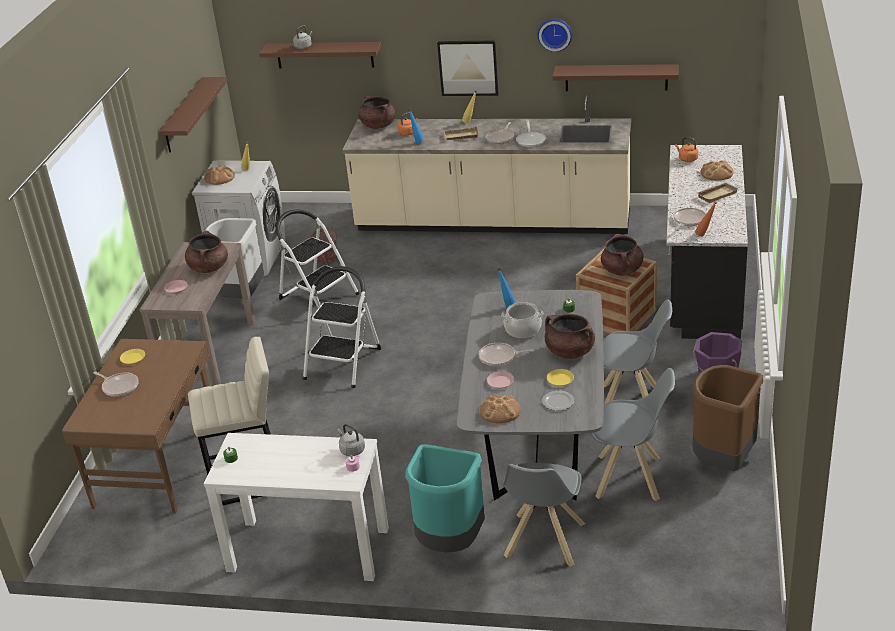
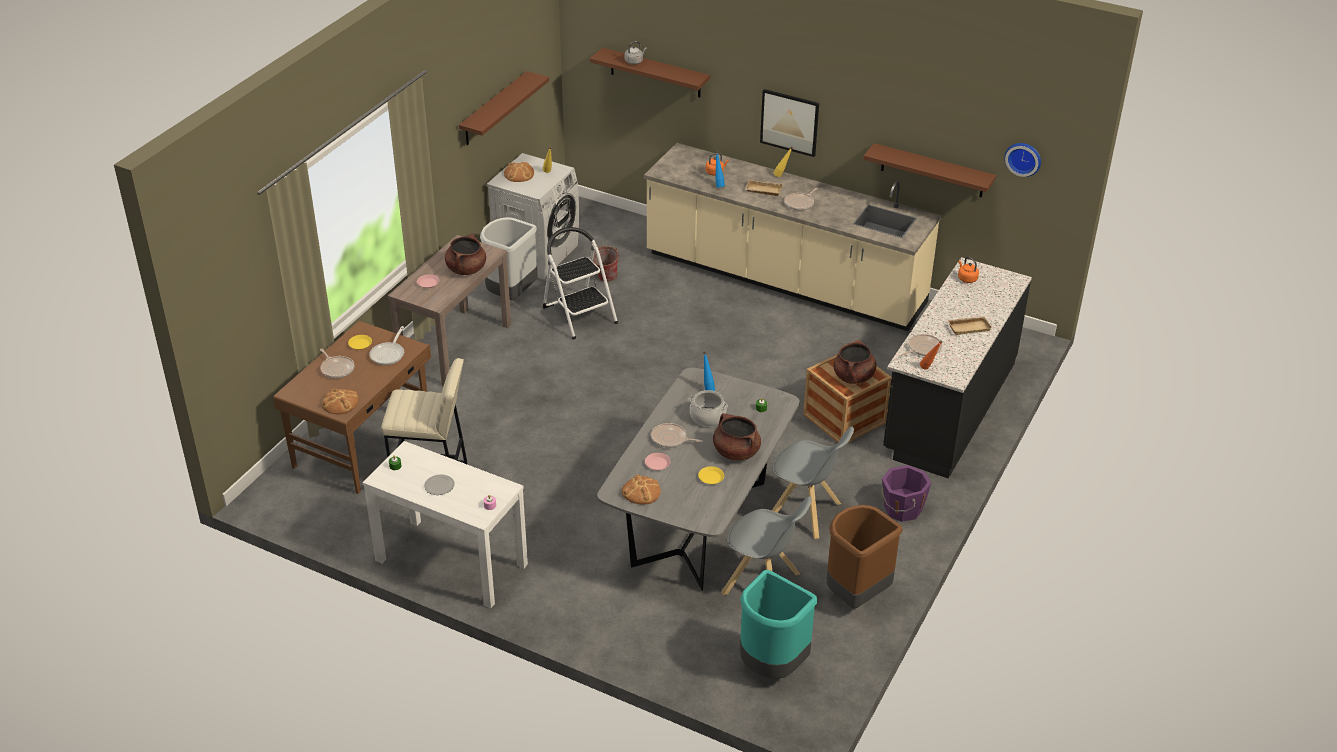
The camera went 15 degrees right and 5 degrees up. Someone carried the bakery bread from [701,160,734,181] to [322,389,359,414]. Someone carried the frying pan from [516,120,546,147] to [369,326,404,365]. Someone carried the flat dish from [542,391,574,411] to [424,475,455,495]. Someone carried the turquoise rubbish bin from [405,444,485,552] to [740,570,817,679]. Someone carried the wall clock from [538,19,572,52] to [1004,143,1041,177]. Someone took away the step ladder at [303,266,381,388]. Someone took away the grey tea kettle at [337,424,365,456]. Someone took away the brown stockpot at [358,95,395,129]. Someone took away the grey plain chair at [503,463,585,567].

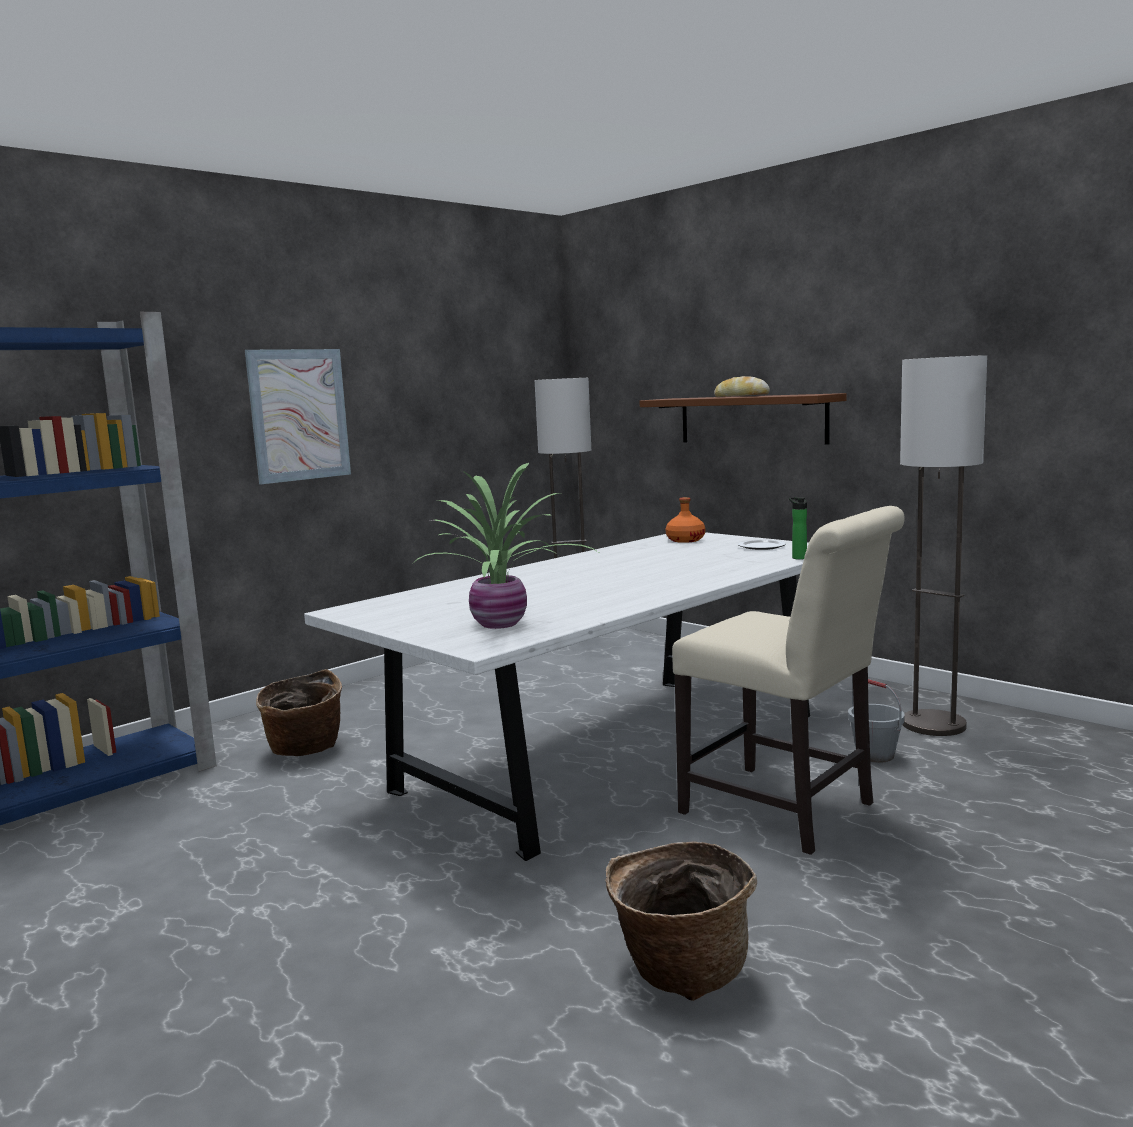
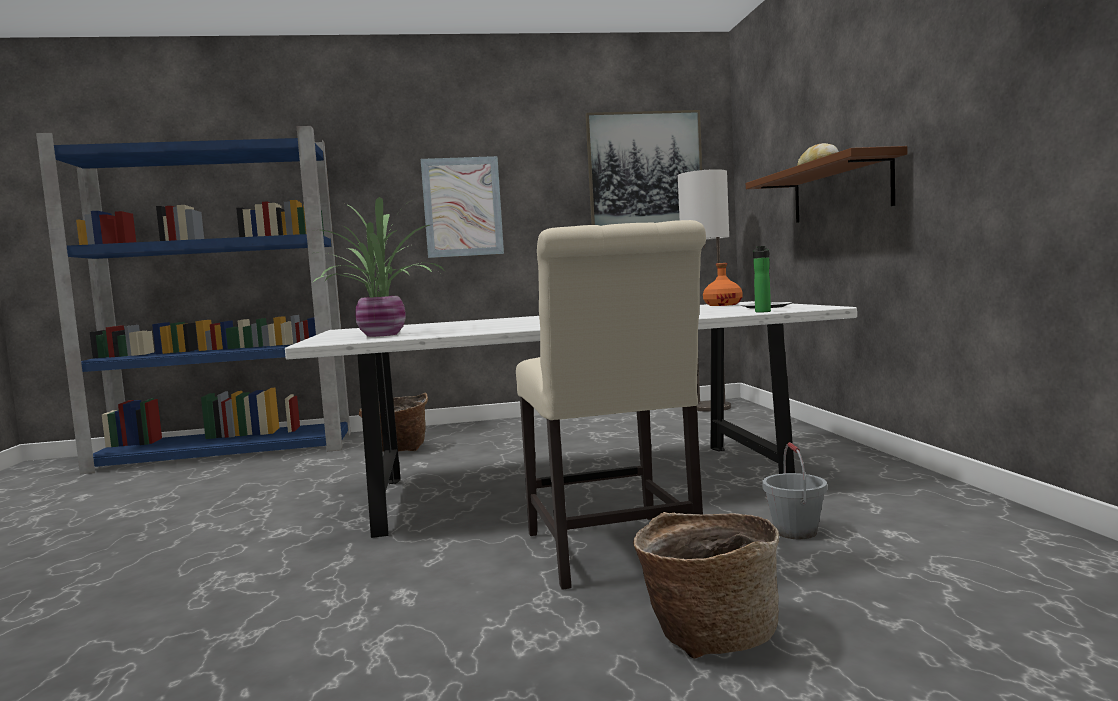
The camera went 35 degrees right and 5 degrees down. Someone put up the wall picture at [585,110,702,226]. Someone carried the household basket from [605,841,757,1001] to [633,512,779,659]. Someone took away the standard lamp at [900,355,987,736].

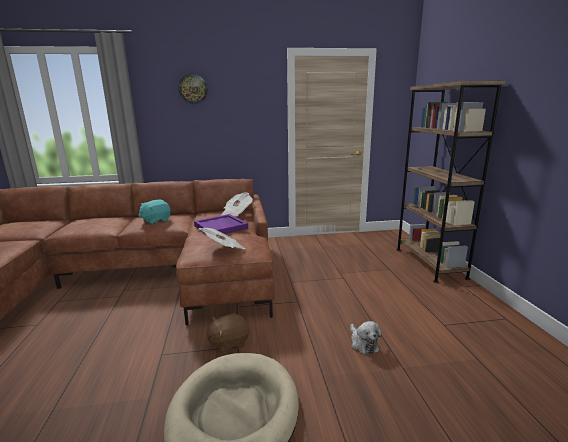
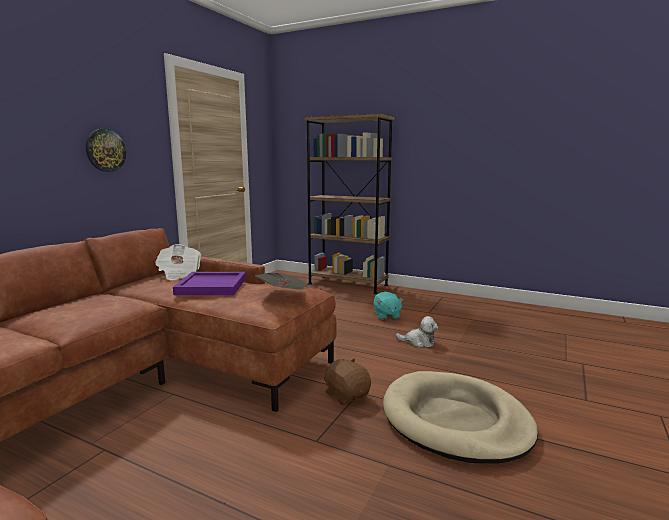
The camera went 55 degrees left and 5 degrees down. Someone carried the wall clock from [178,74,208,104] to [86,129,126,172]. Someone rotated the brown plush toy at [205,313,249,353] by 135 degrees clockwise. Someone carried the turquoise plush toy from [138,199,170,225] to [373,292,403,320].

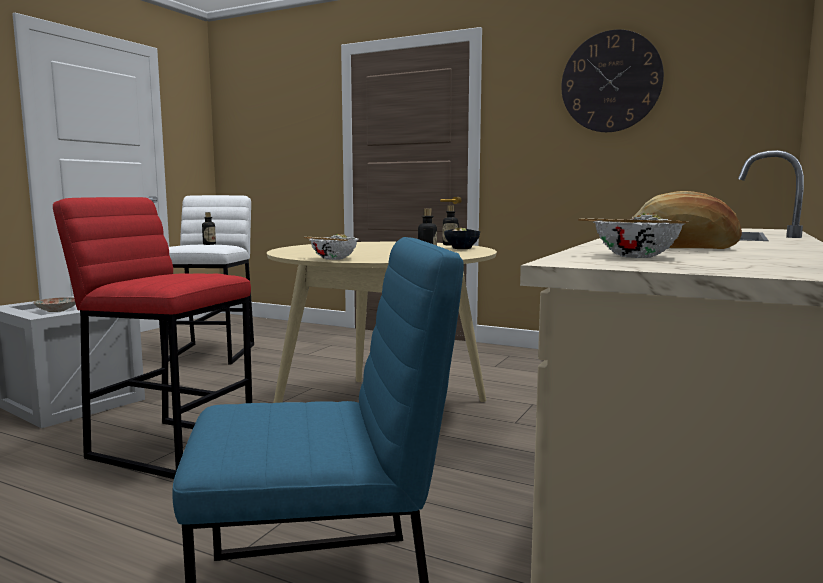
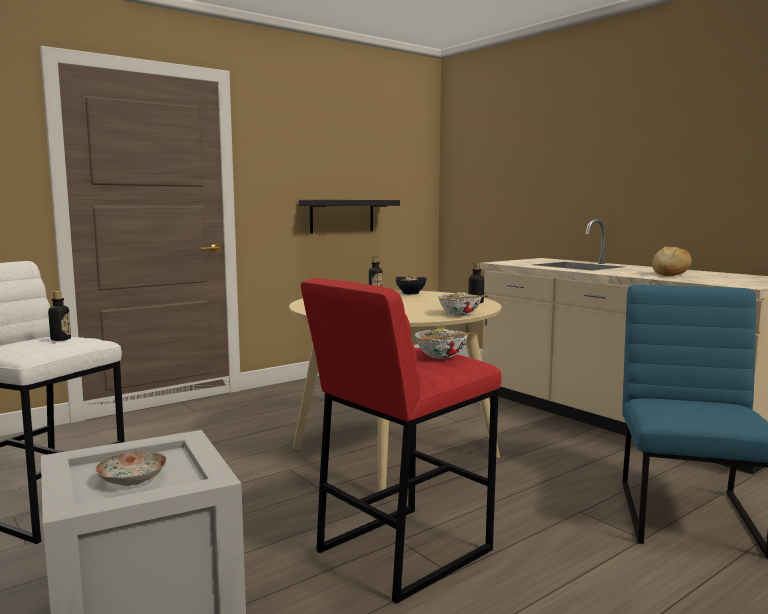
The camera went 65 degrees left and 0 degrees up. Someone put up the blackish wall shelf at [299,200,400,234]. Someone carried the deep dish from [578,213,689,258] to [414,328,475,359]. Someone took away the wall clock at [561,29,664,132].

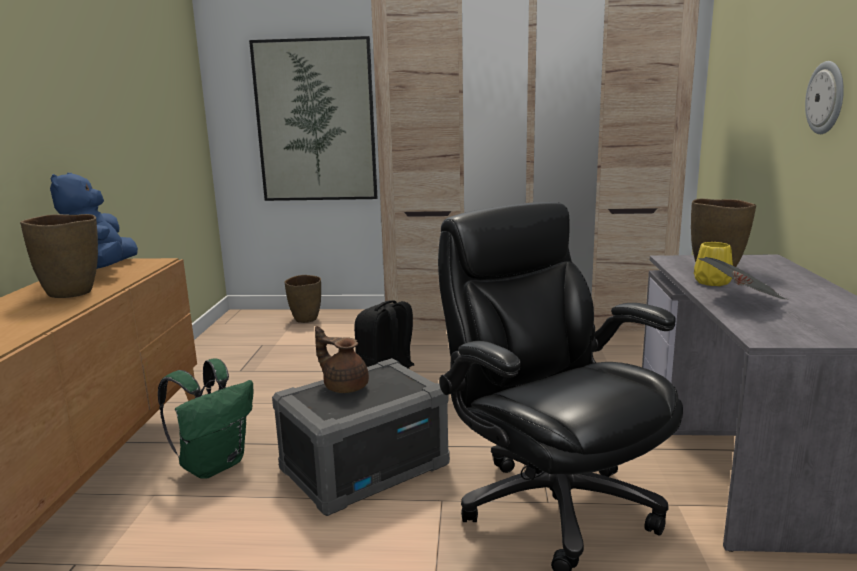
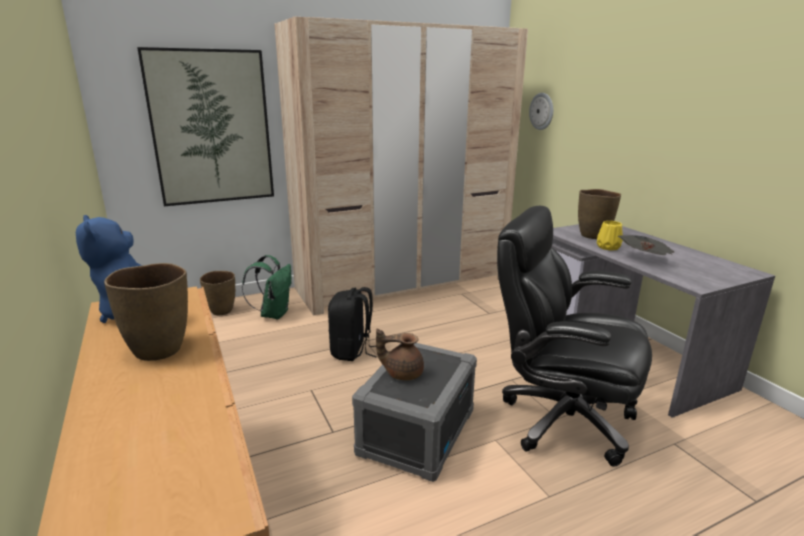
The camera went 30 degrees left and 5 degrees up. Someone carried the green rucksack from [158,359,254,479] to [242,255,292,319]. Someone carried the wall clock from [805,61,844,134] to [529,93,553,130].

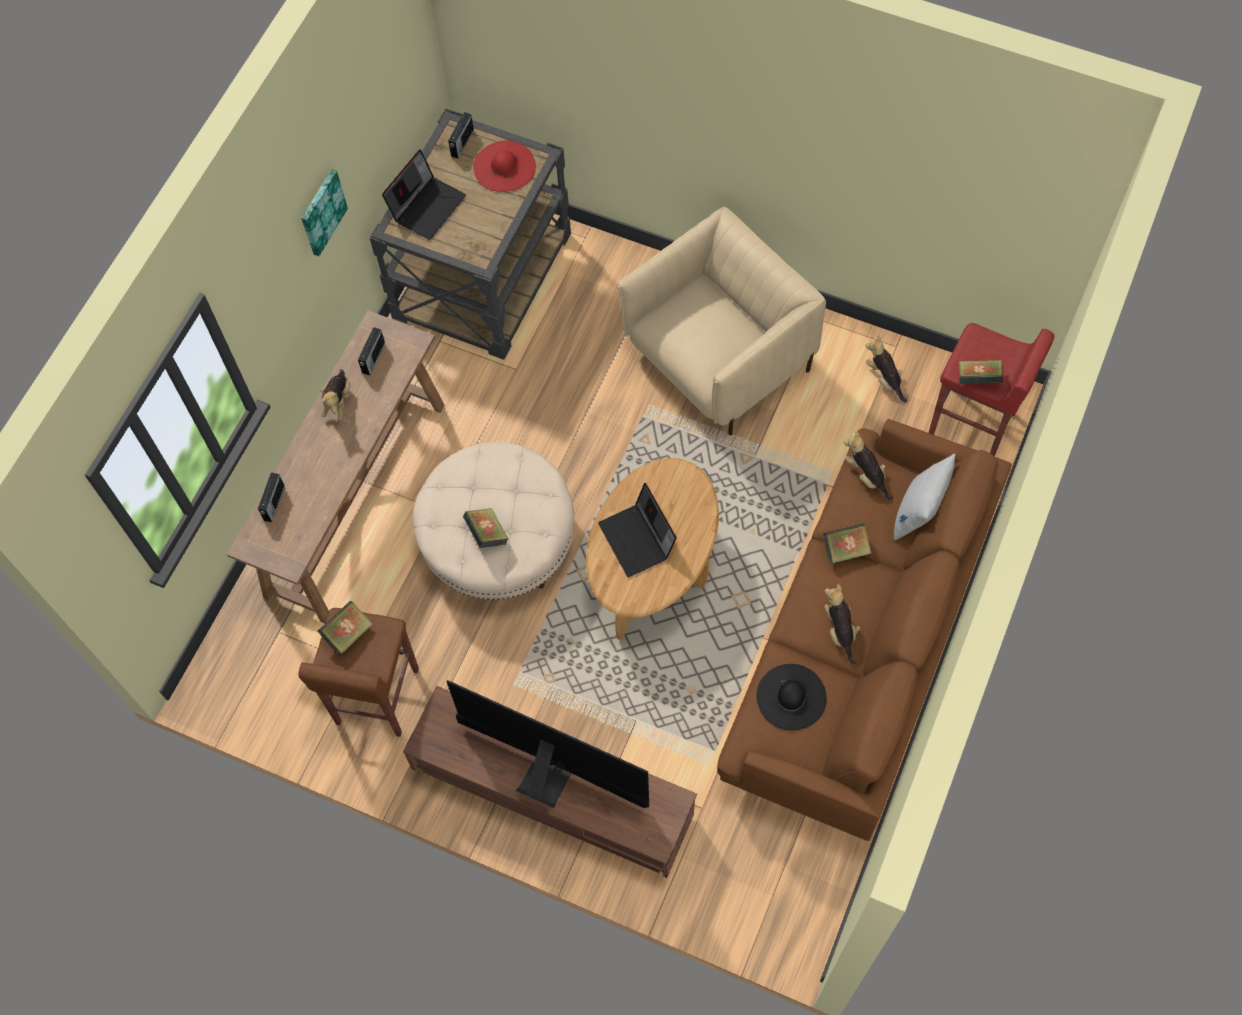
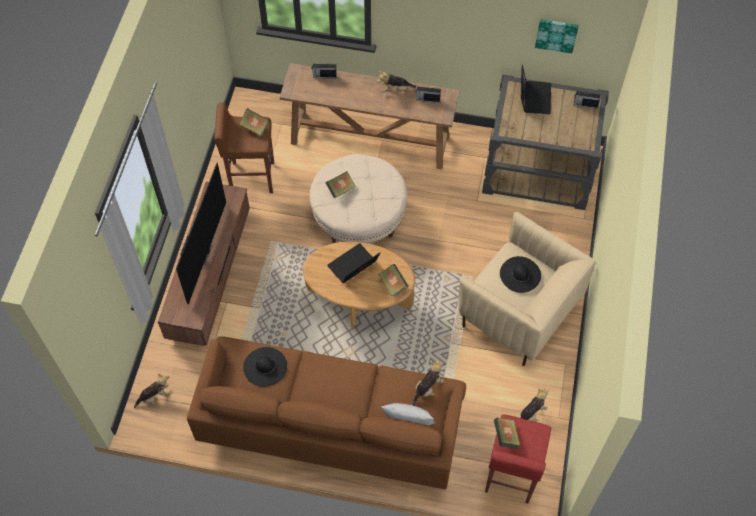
The camera went 75 degrees right and 5 degrees down. Someone carried the plush toy from [824,584,860,664] to [134,373,171,408]. Someone carried the volume from [823,524,872,564] to [378,264,408,297]. Someone put down the blackish wearable hat at [500,256,541,293]. Someone rotated the notebook computer at [382,149,466,240] by 105 degrees counterclockwise. Someone carried the wall picture from [301,169,348,256] to [535,19,579,53]. Someone took away the reddish wearable hat at [473,140,536,192].

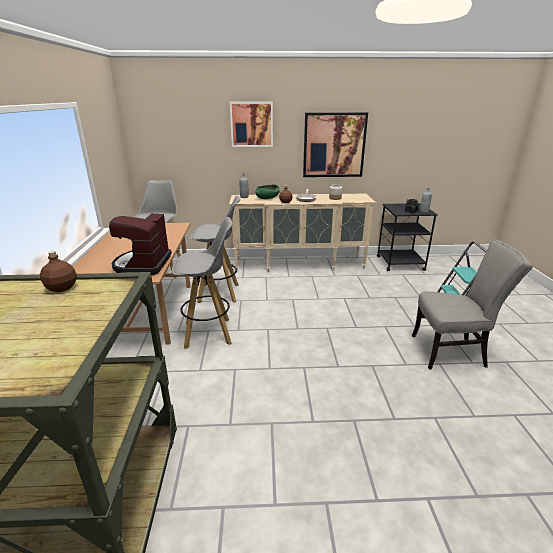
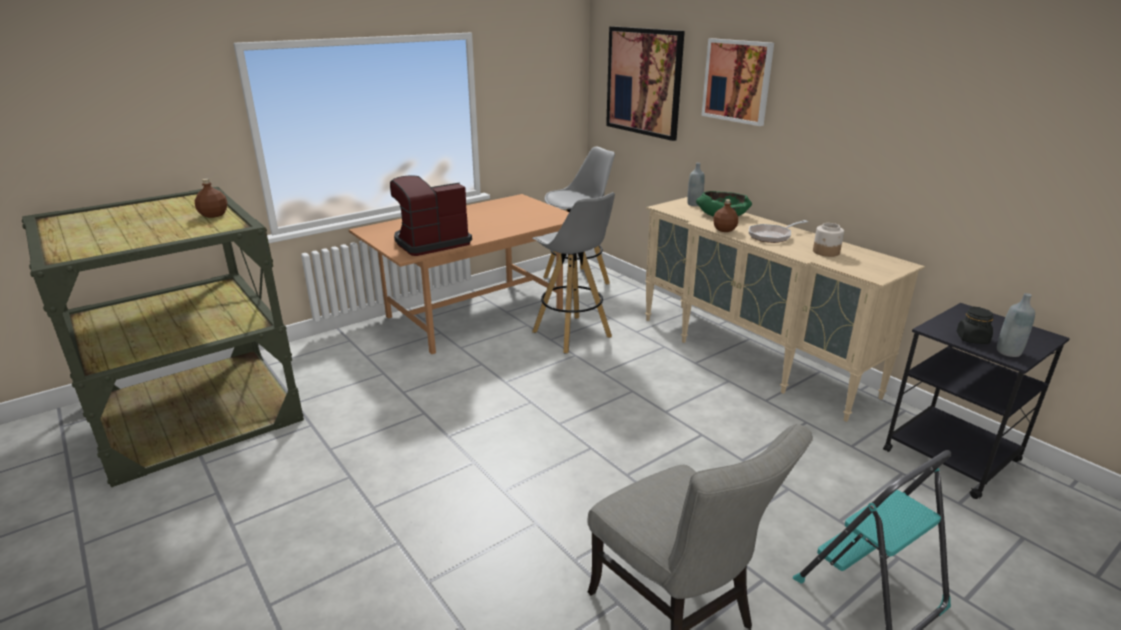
The camera went 55 degrees right and 0 degrees up. Someone carried the wall picture from [303,112,368,177] to [606,26,685,141]. Someone took away the grey stool at [172,217,233,349].

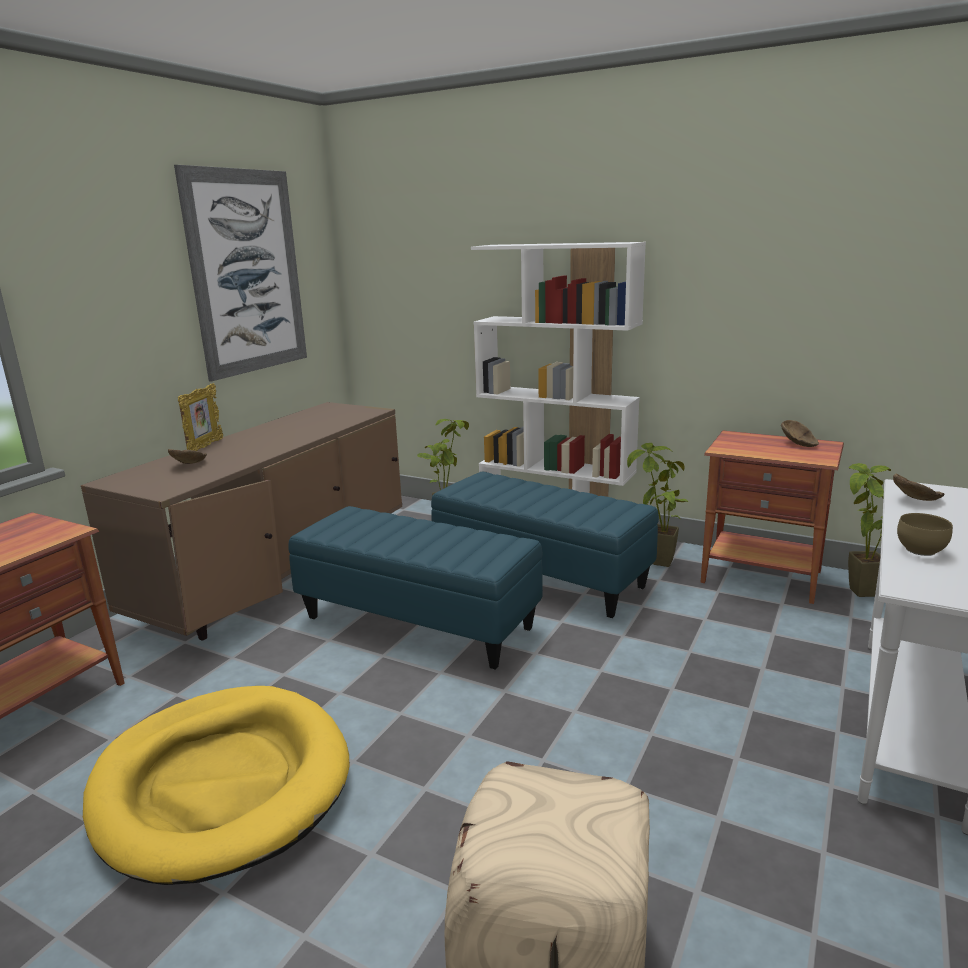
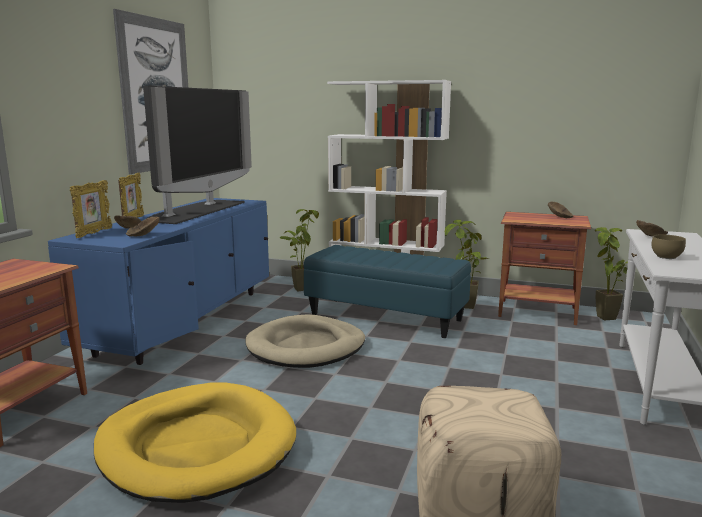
The camera went 10 degrees left and 5 degrees down. Someone repainted the brown tv unit at [81,402,402,641], which became the blue tv unit at [48,198,269,365]. Someone put down the photo frame at [70,180,112,238]. Someone put down the brown deep dish at [126,217,159,237]. Someone put down the TV set at [143,86,252,224]. Someone swapped the blue ottoman at [288,506,543,670] for the sand-coloured dog cushion at [245,314,365,368].

